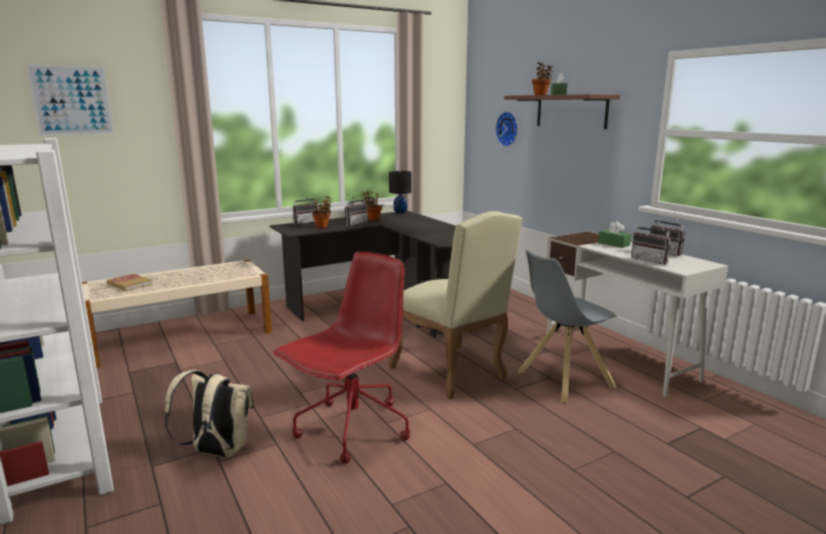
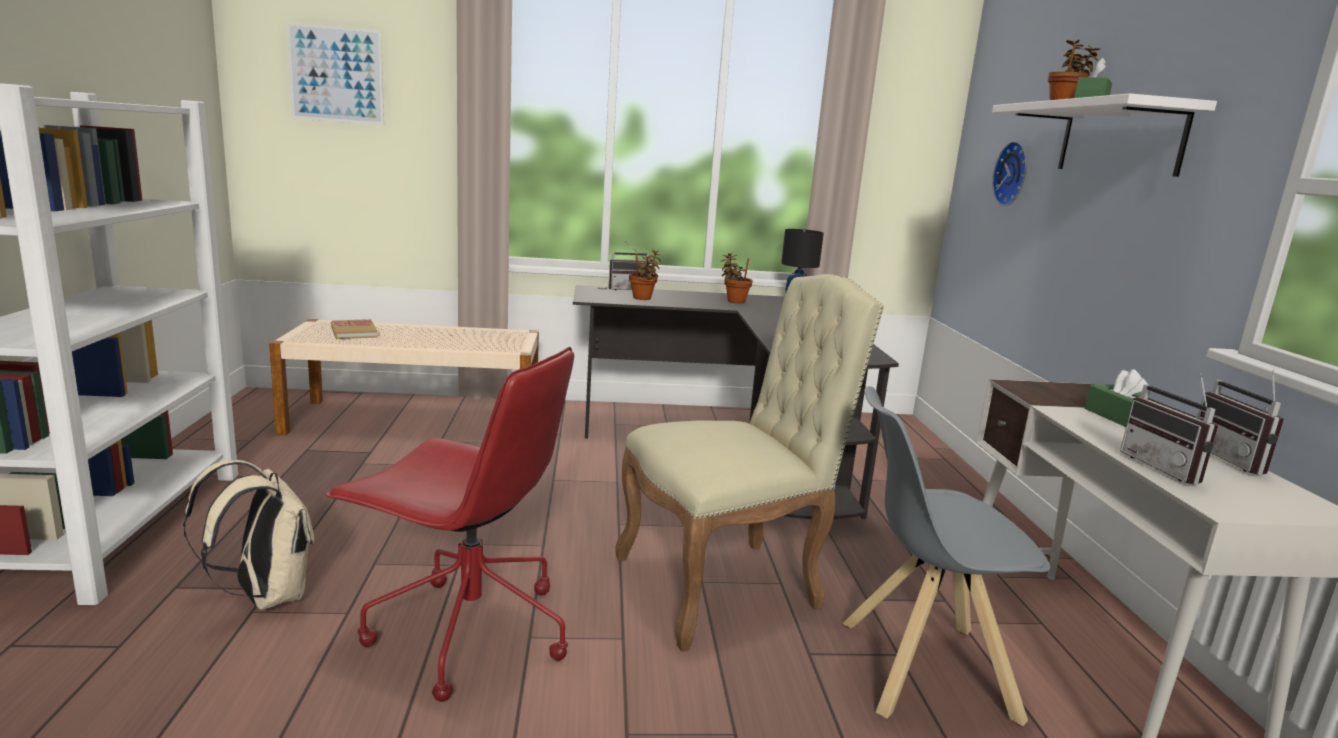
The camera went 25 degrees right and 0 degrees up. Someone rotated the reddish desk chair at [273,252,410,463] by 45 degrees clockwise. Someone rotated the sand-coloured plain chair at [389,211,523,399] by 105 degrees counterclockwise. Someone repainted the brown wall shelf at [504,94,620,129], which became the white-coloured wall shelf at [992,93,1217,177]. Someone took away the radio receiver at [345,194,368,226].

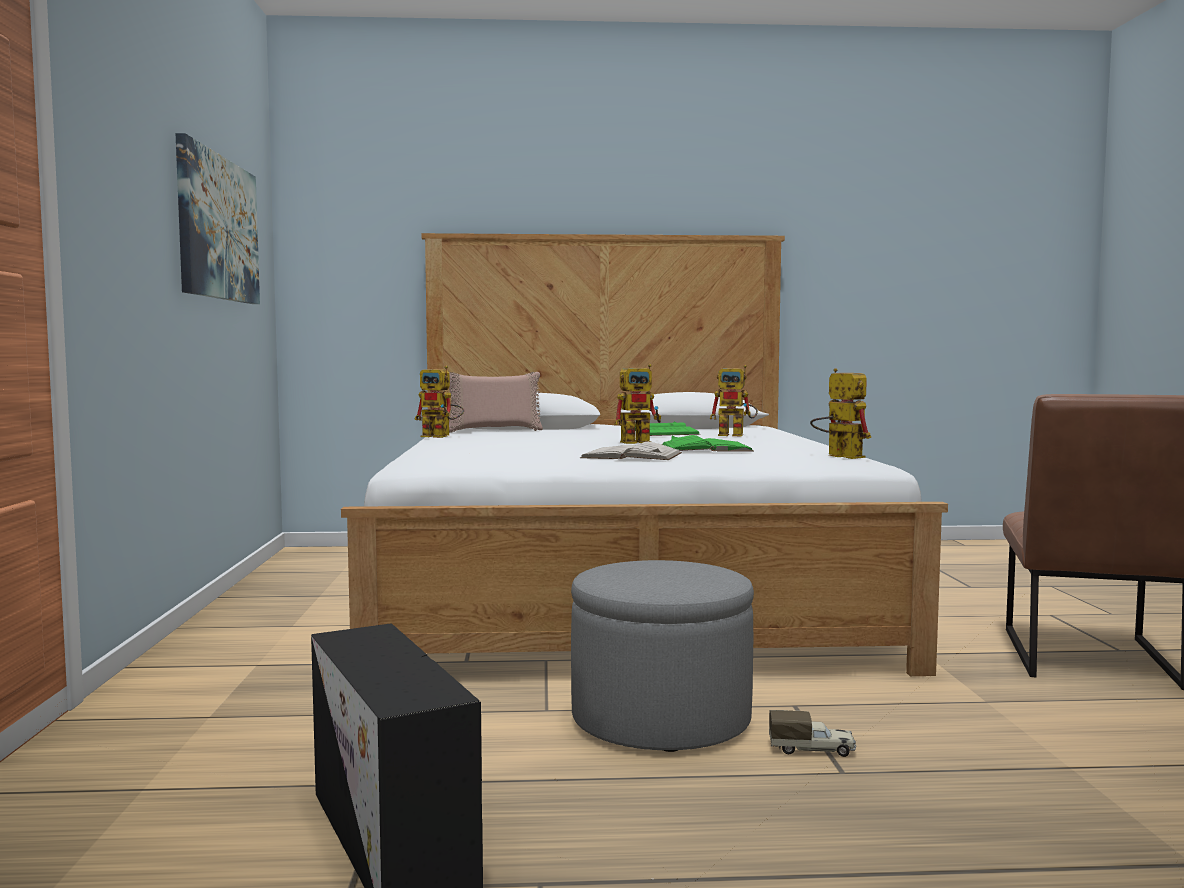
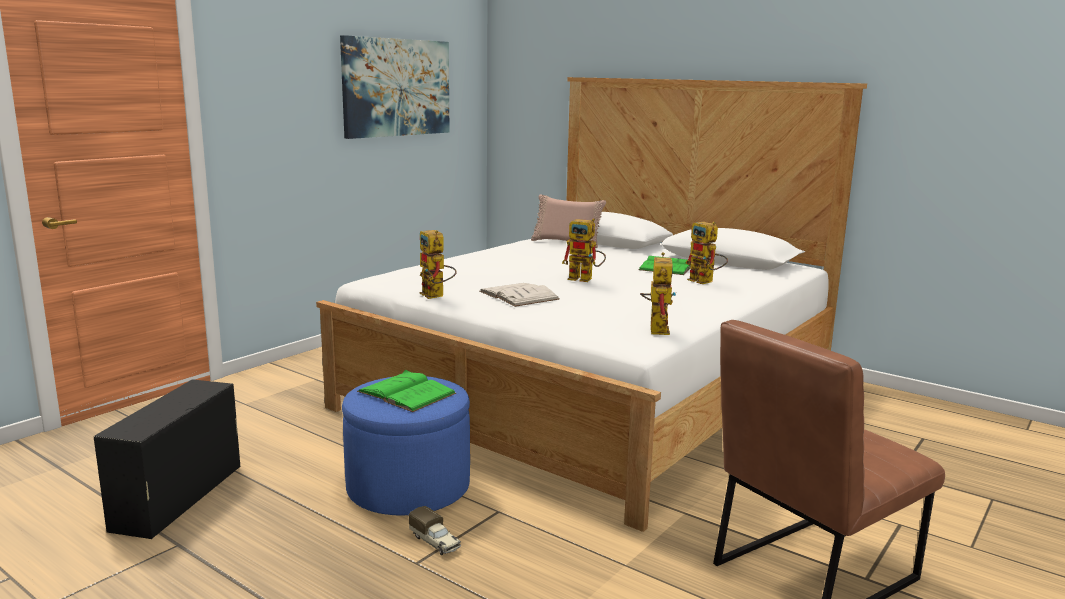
The camera went 40 degrees right and 10 degrees up. Someone repainted the grey ottoman at [571,560,754,752], which became the blue ottoman at [342,376,470,515]. Someone carried the green volume from [662,435,753,451] to [357,370,456,412]. Someone carried the robot figure from [414,366,464,438] to [419,230,457,299].

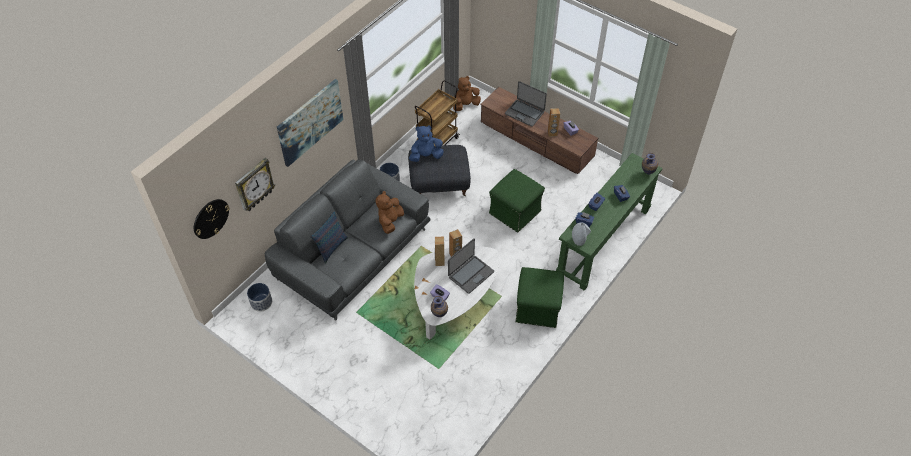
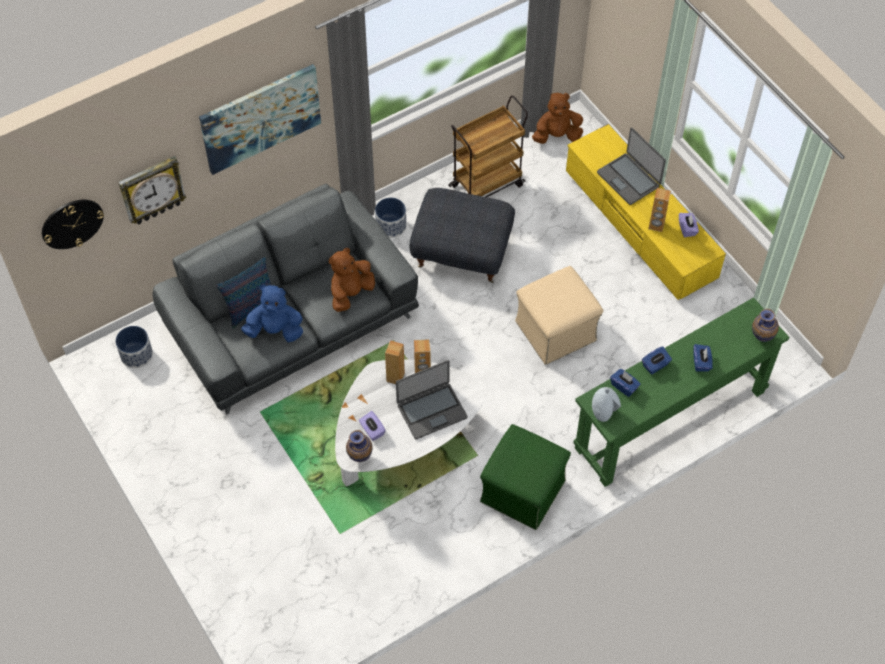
The camera went 20 degrees right and 5 degrees up. Someone carried the blue plush toy from [409,125,444,162] to [241,285,303,342]. Someone repainted the green ottoman at [489,169,545,233], which became the sand-coloured ottoman at [515,266,603,365]. Someone repainted the brown tv unit at [481,87,598,174], which became the yellow-coloured tv unit at [566,124,726,300].

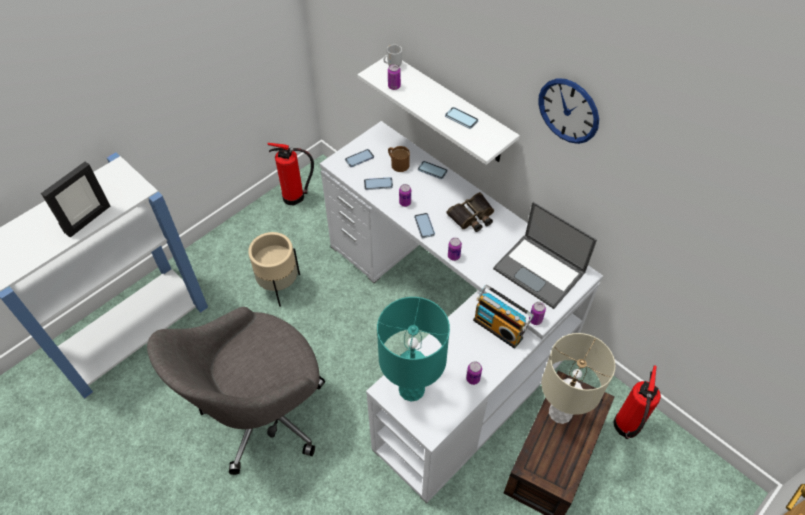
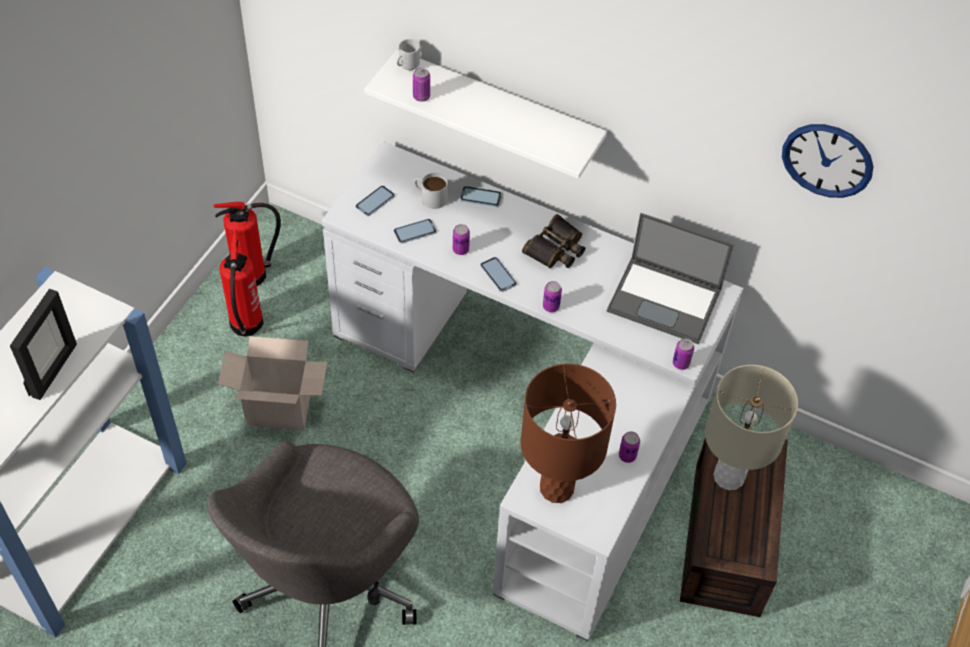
The camera went 20 degrees left and 0 degrees up. Someone swapped the sand-coloured flower pot at [248,232,300,307] for the cardboard box at [218,336,327,430]. Someone carried the fire extinguisher from [613,365,661,439] to [220,230,263,336]. Someone repainted the brown tea mug at [388,146,410,172], which became the white-coloured tea mug at [413,173,448,209]. Someone repainted the turquoise table lamp at [377,297,450,402], which became the brown table lamp at [521,364,616,503]. Someone carried the wall clock from [538,78,599,144] to [782,124,874,198]. Someone took away the phone at [445,107,478,129]. Someone took away the radio receiver at [473,285,534,349].

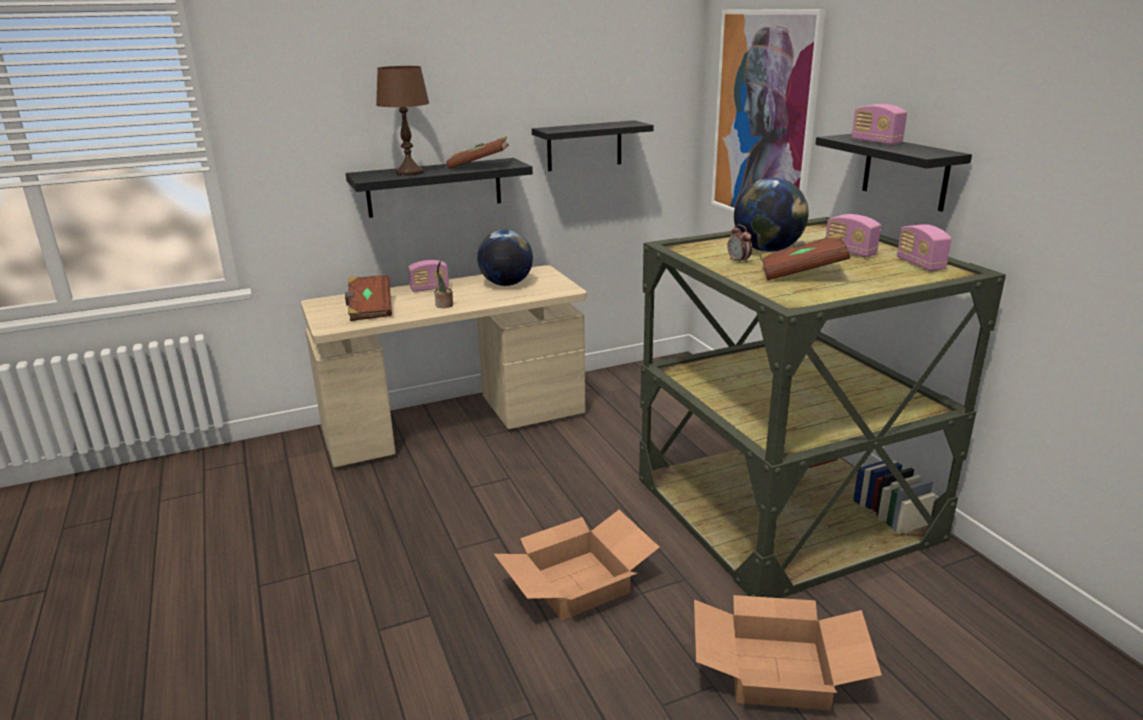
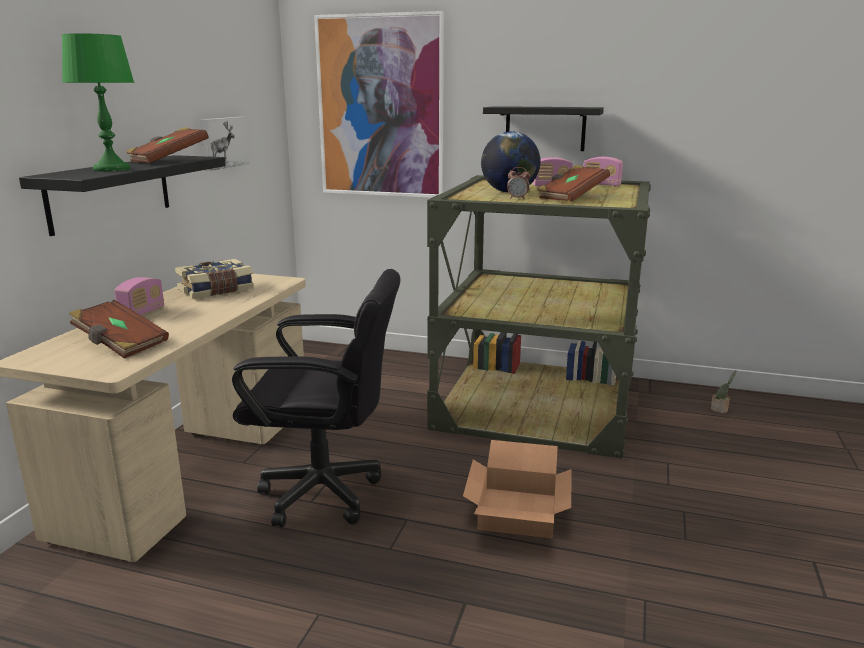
The camera went 50 degrees left and 5 degrees down. Someone repainted the brown table lamp at [376,66,429,175], which became the green table lamp at [62,33,135,172]. Someone swapped the desk globe at [477,230,533,286] for the volume at [175,259,254,299]. Someone swapped the blackish wall shelf at [532,120,654,171] for the wall picture at [199,117,249,171]. Someone put down the blackish desk chair at [232,269,400,527]. Someone carried the houseplant from [434,261,453,308] to [711,370,737,413]. Someone took away the cardboard box at [694,595,882,710]. Someone took away the radio receiver at [852,104,907,145].

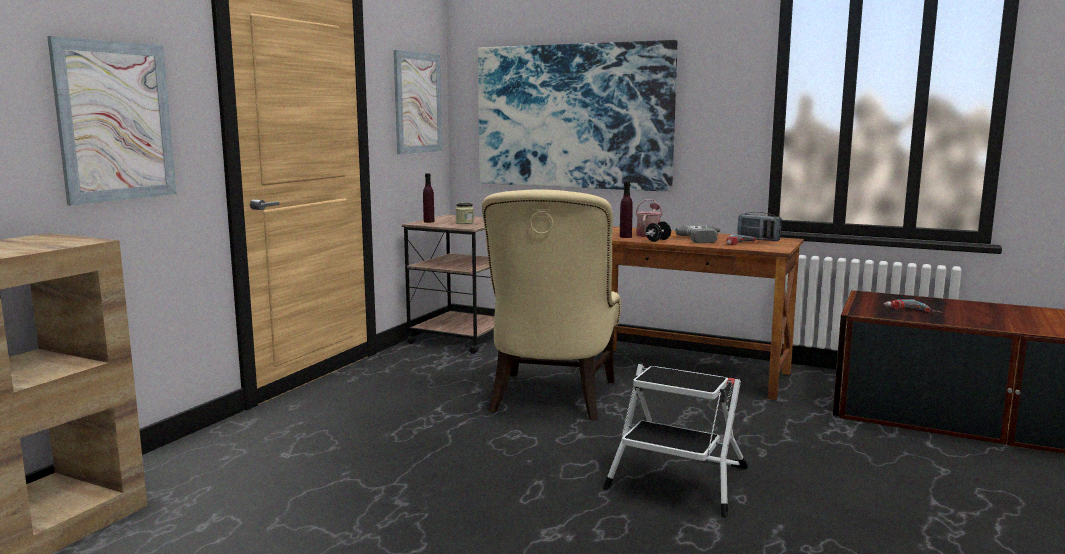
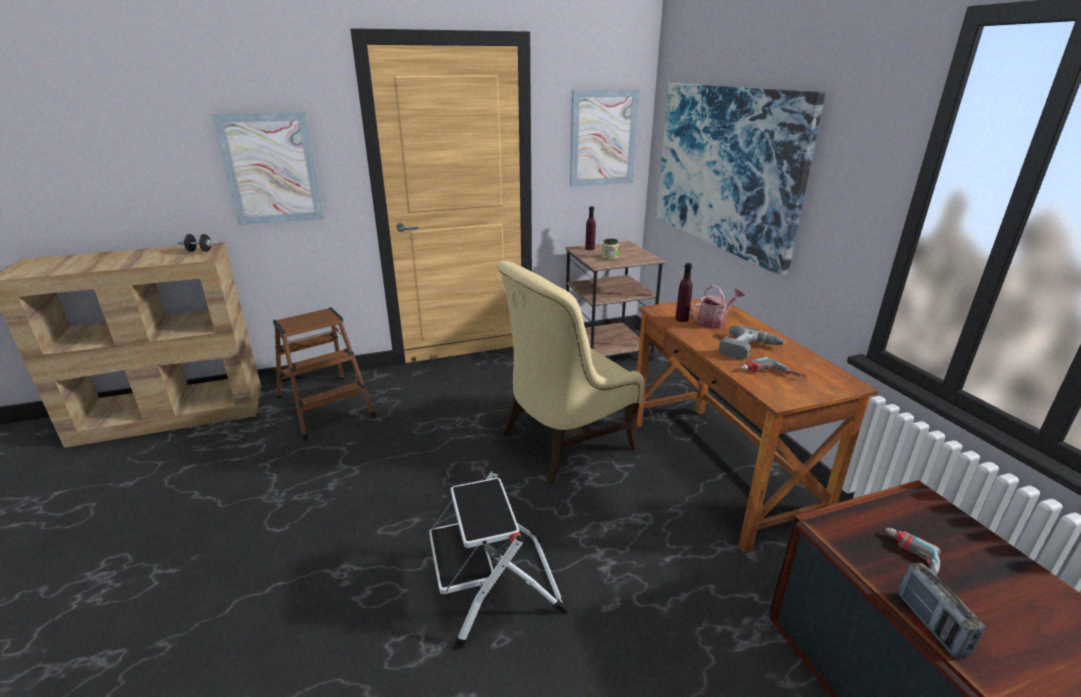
The camera went 45 degrees right and 15 degrees up. Someone carried the blackish free weight from [645,221,672,242] to [178,234,218,252]. Someone put down the brown step ladder at [273,307,376,441]. Someone carried the radio receiver from [737,212,782,241] to [898,563,985,658].

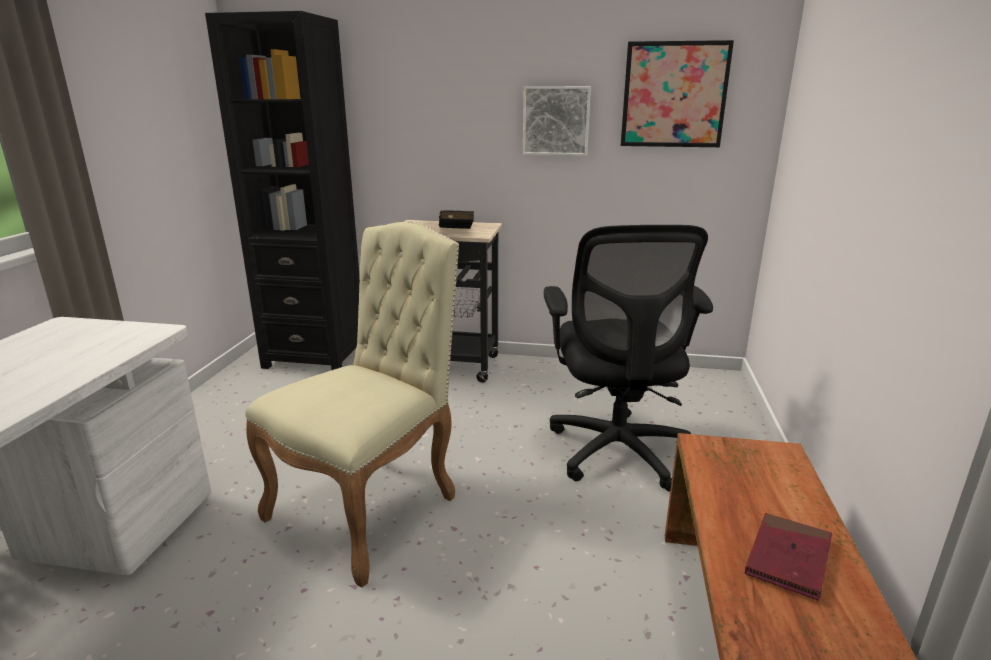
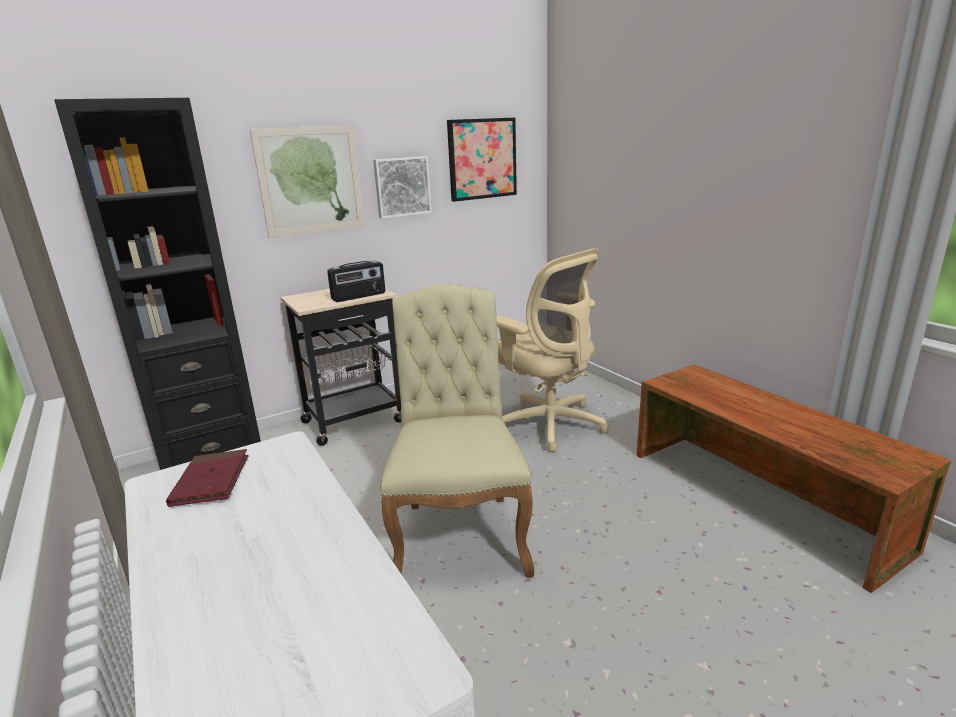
The camera went 40 degrees left and 0 degrees up. Someone carried the reddish volume from [745,513,832,601] to [166,449,248,507]. Someone put up the wall picture at [250,125,365,238]. Someone swapped the blackish volume at [439,210,474,229] for the radio receiver at [327,261,385,302]. Someone repainted the blackish desk chair at [544,225,713,491], which became the sand-coloured desk chair at [496,248,609,452].

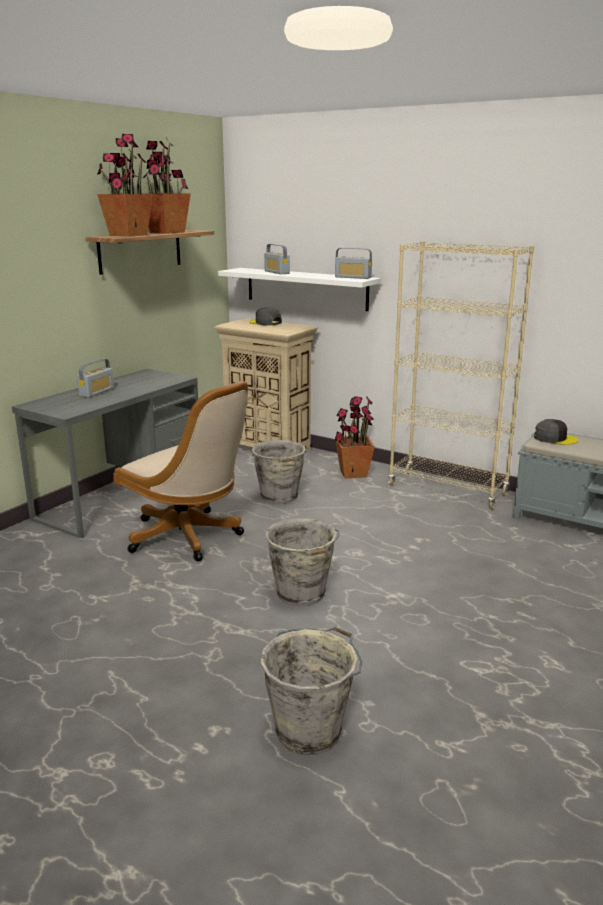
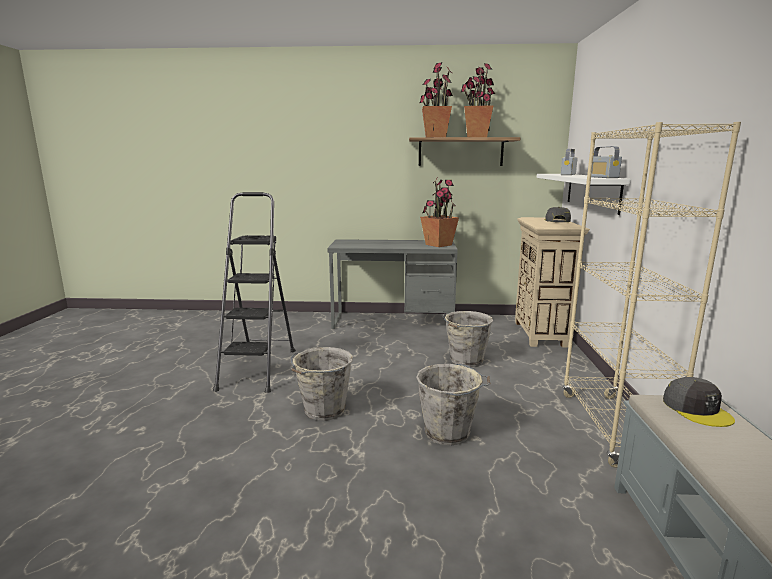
The camera went 60 degrees right and 5 degrees down. Someone put down the step ladder at [213,192,296,393]. Someone carried the grey bucket from [260,627,362,755] to [416,364,490,445]. Someone carried the houseplant from [335,396,375,479] to [420,177,459,247]. Someone took away the radio receiver at [77,359,114,398]. Someone took away the desk chair at [113,381,248,561].

